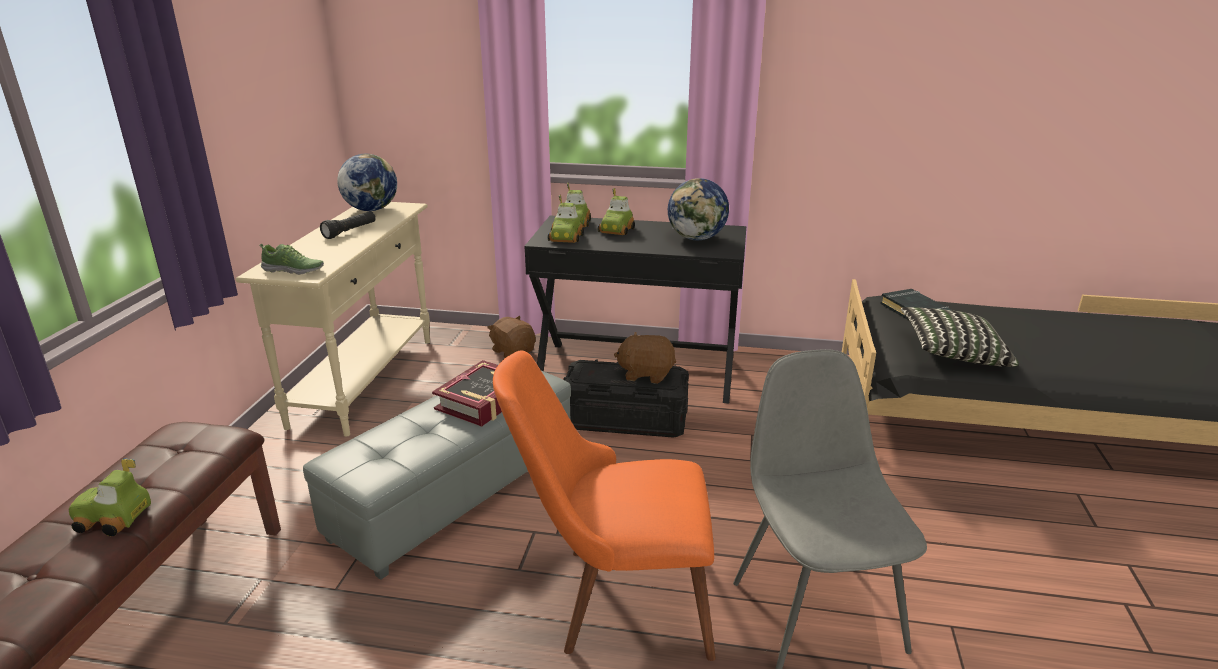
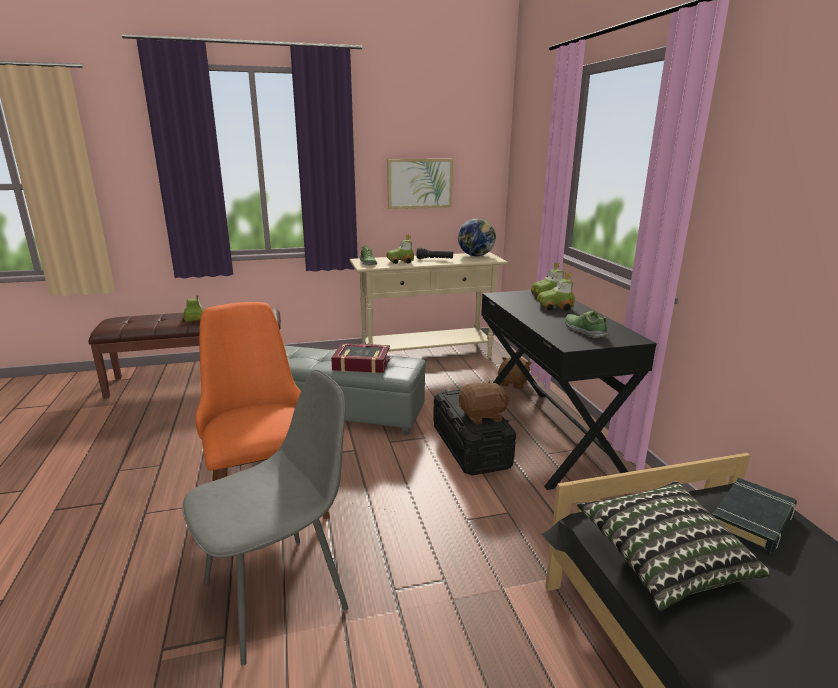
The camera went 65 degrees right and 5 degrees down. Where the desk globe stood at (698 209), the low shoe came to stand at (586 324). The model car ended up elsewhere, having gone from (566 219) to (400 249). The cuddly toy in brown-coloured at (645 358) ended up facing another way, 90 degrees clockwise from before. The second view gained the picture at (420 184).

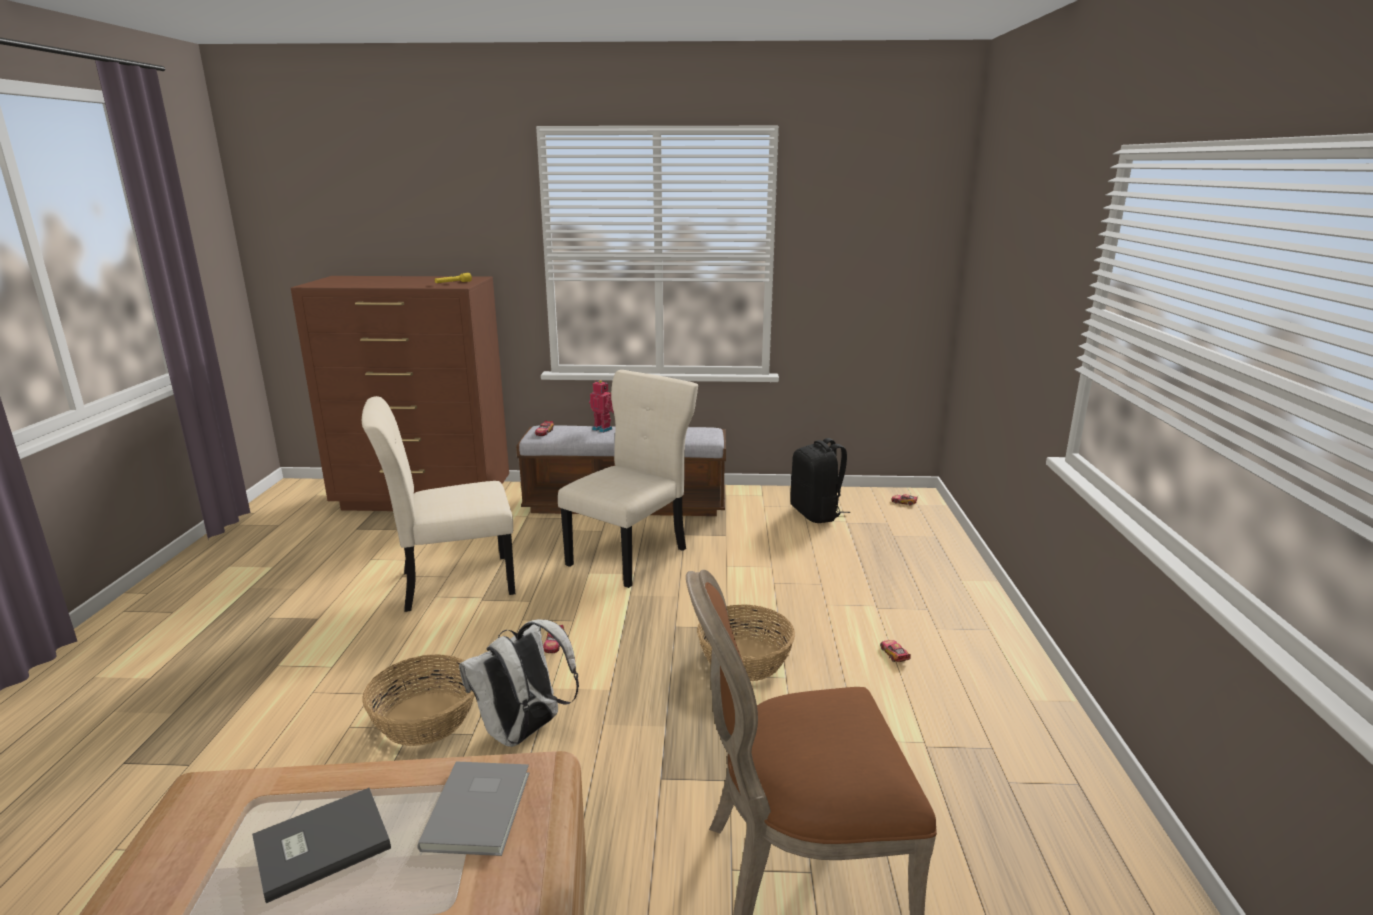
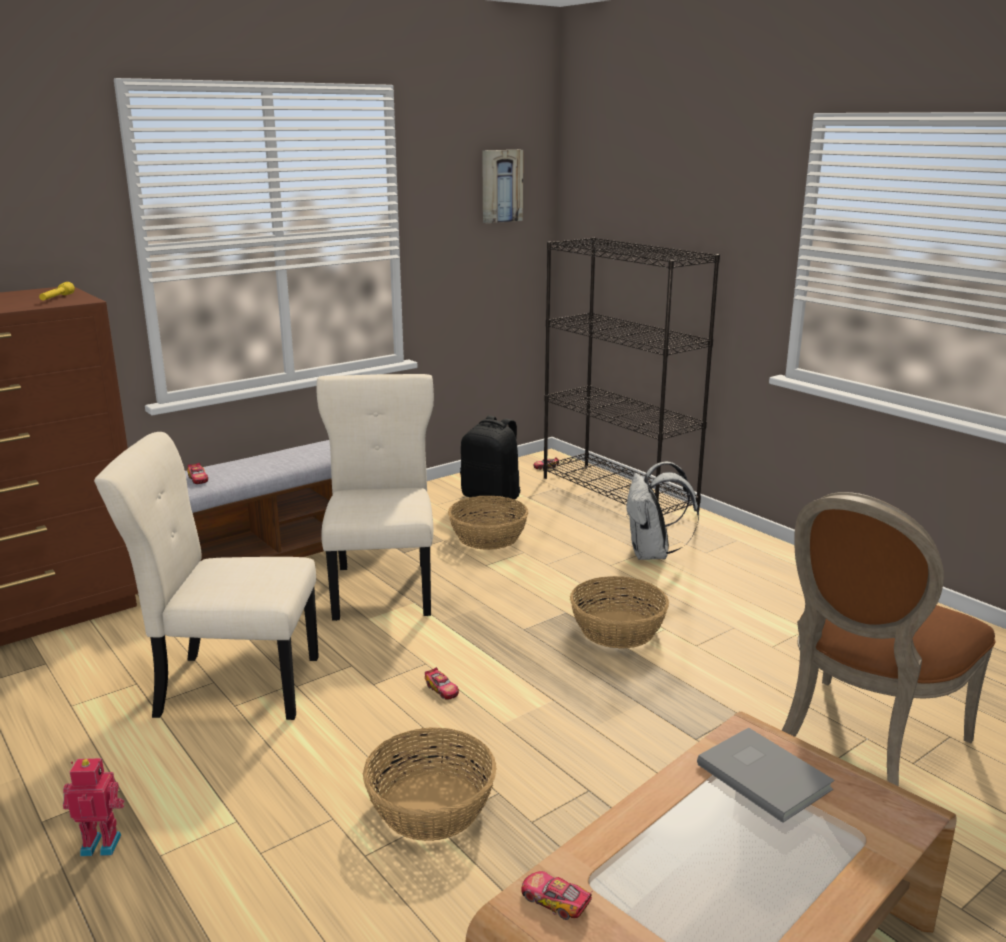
The camera went 40 degrees left and 0 degrees up. The robot figure ended up elsewhere, having gone from (601 406) to (94 807). The plain chair in beige at (438 504) ended up facing another way, 60 degrees clockwise from before. The backpack in white ended up elsewhere, having gone from (519 683) to (662 511). The model car ended up elsewhere, having gone from (895 651) to (556 895). The second view lost the book in greyish at (321 845). The second view gained the picture at (502 186). The second view gained the bookcase in black at (631 376). The second view gained the basket at (488 523).

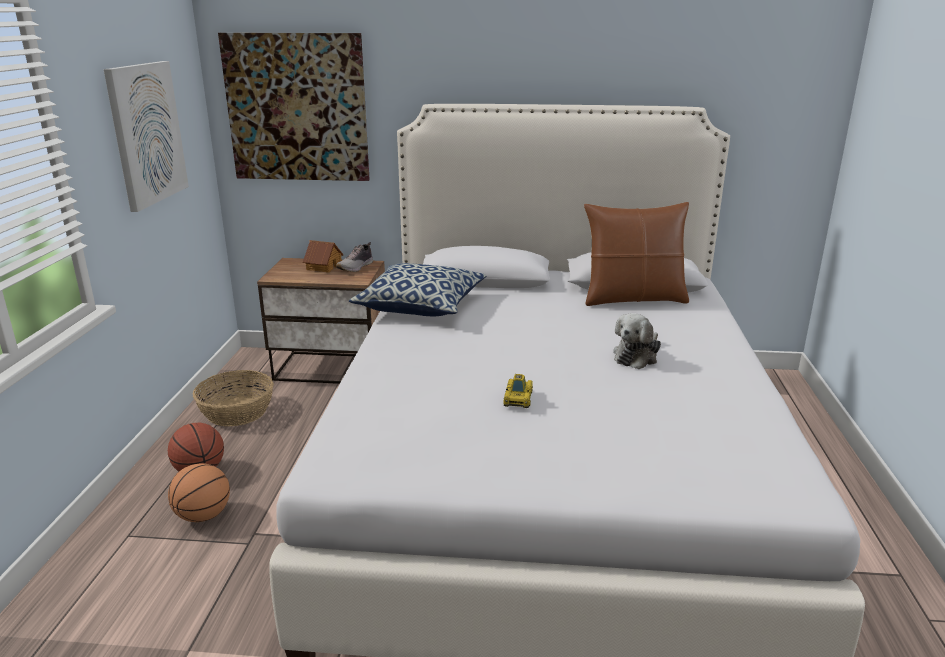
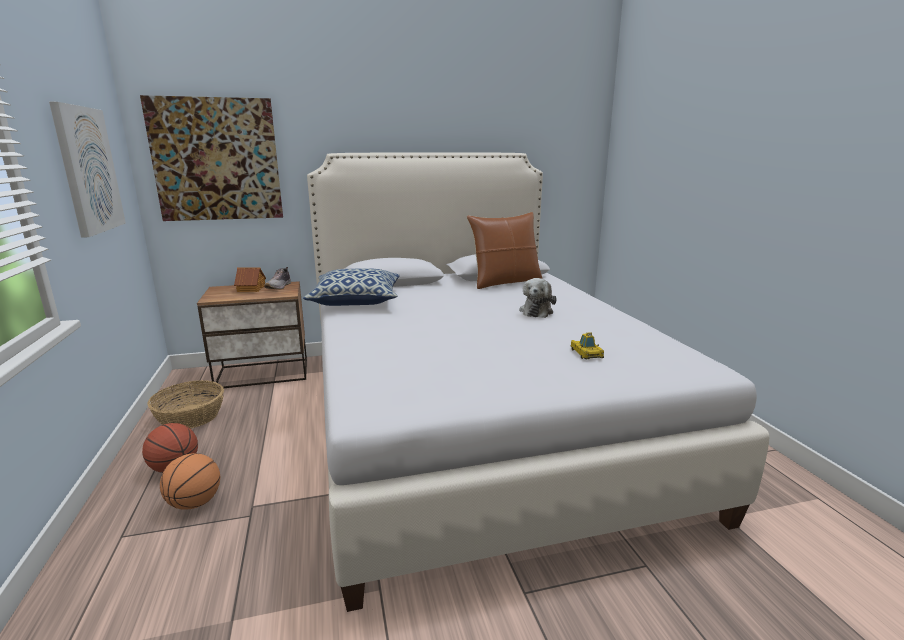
The camera went 20 degrees left and 5 degrees down. The model car ended up elsewhere, having gone from (518 391) to (587 345).

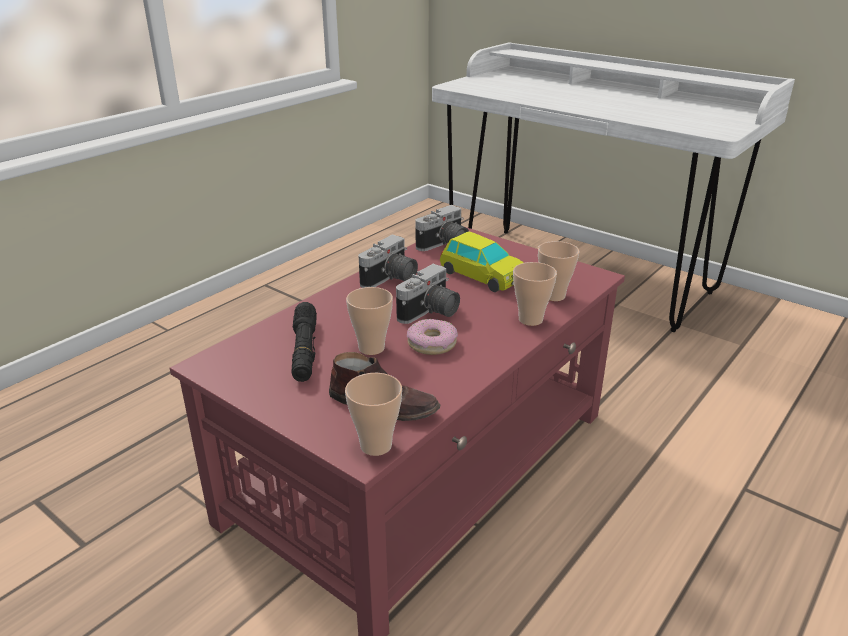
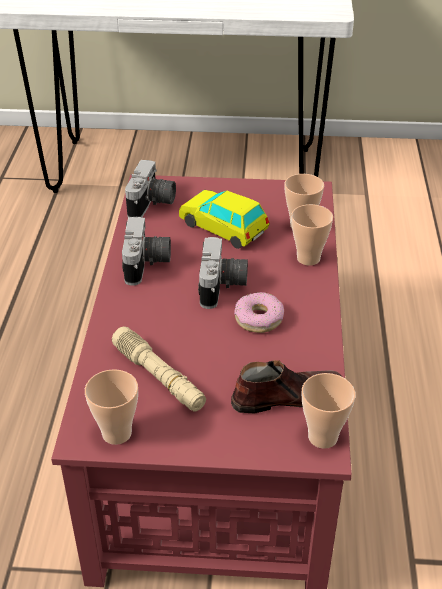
The camera went 35 degrees left and 10 degrees up. The model car at (482 262) ended up facing another way, 150 degrees counterclockwise from before. The cup ended up elsewhere, having gone from (369 321) to (111 407). What was the hand torch in black at (304 342) turned into the hand torch in beige at (159 369).

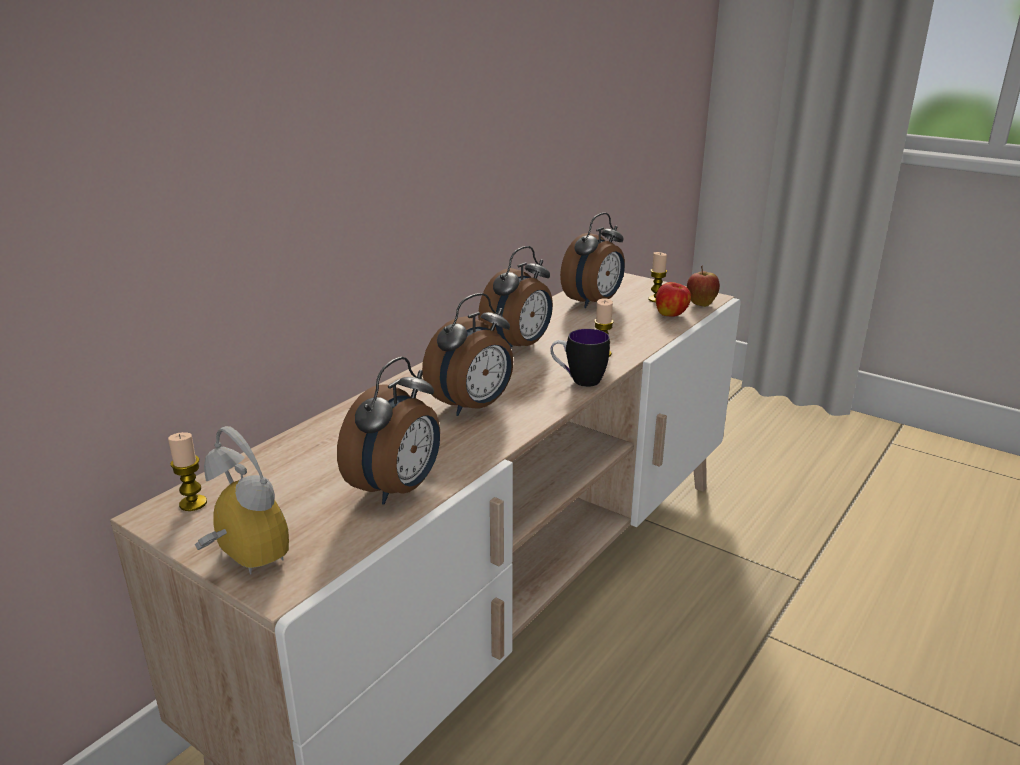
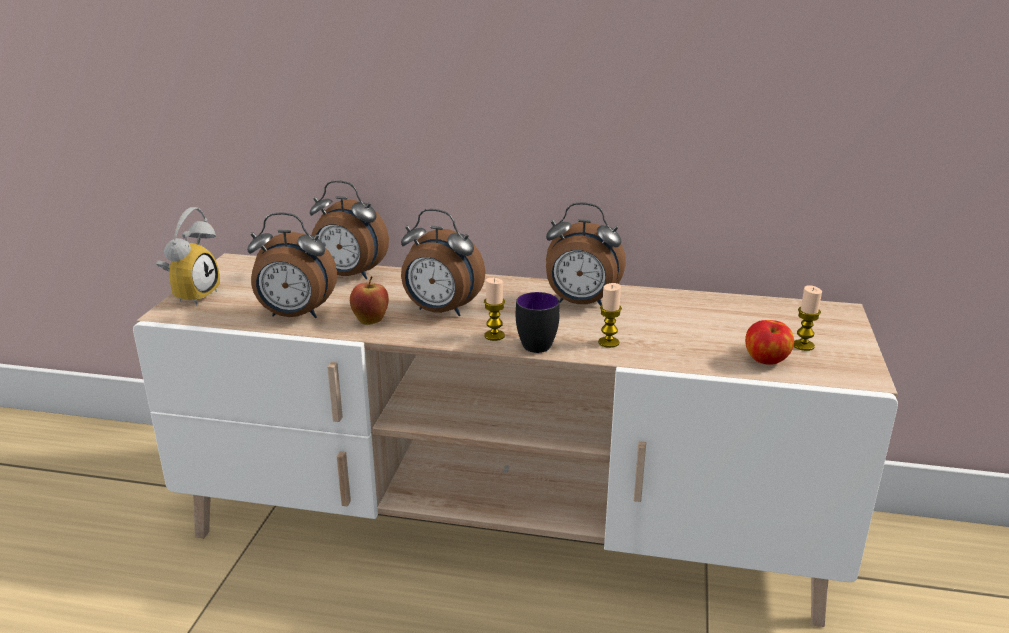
The camera went 65 degrees right and 0 degrees up. The alarm clock ended up elsewhere, having gone from (592 260) to (349 229). The whole apple ended up elsewhere, having gone from (703 286) to (369 300). The wax candle ended up elsewhere, having gone from (187 471) to (494 309).

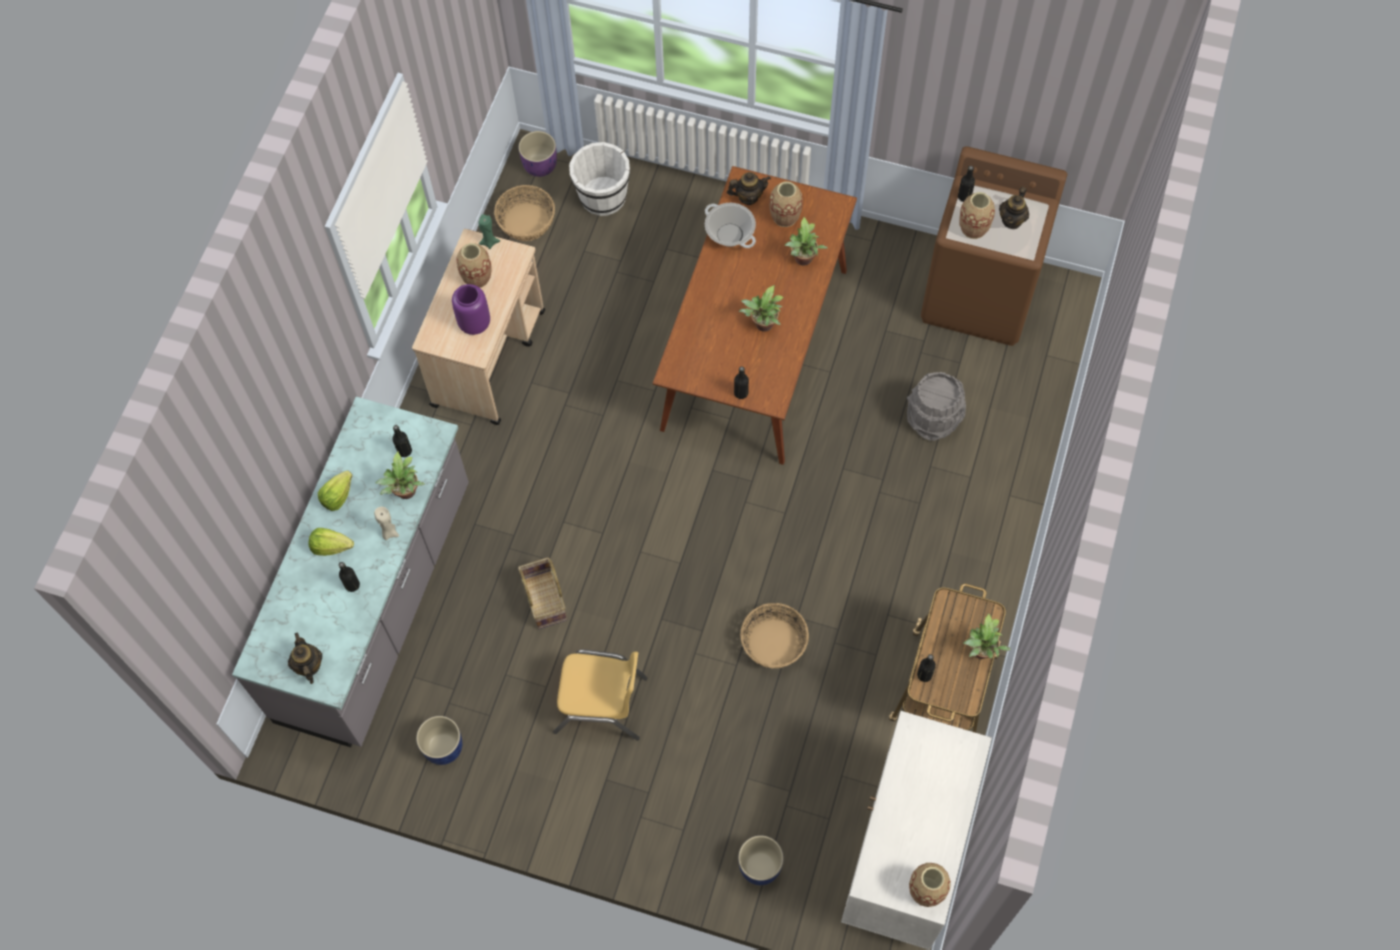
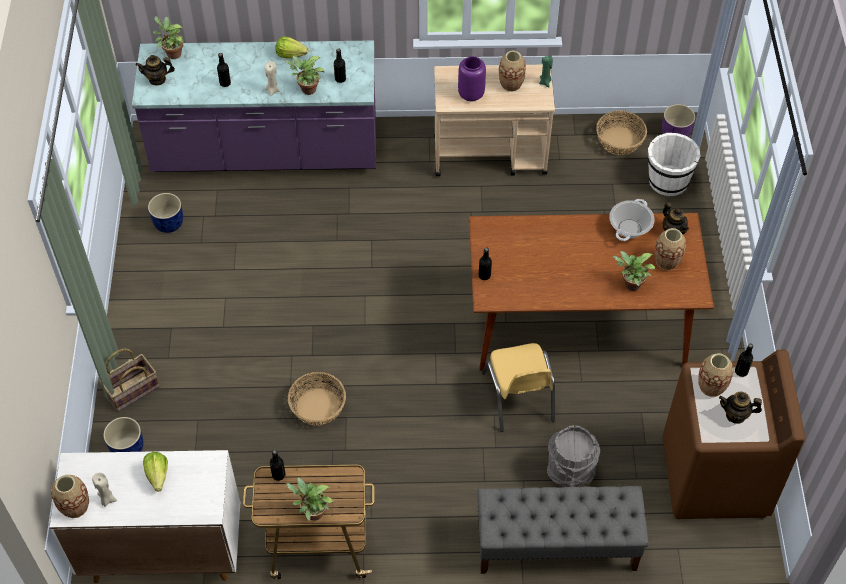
The camera went 70 degrees right and 10 degrees down. The plant in a pot ended up elsewhere, having gone from (761 308) to (168 37). What was the counter in greyish at (350 572) turned into the counter in purplish at (254 106). The lettuce ended up elsewhere, having gone from (331 542) to (155 472). The basket ended up elsewhere, having gone from (542 593) to (129 380). The tea pot at (305 658) ended up facing another way, 150 degrees counterclockwise from before. The plain chair in yellow ended up elsewhere, having gone from (600 694) to (518 387). The second view gained the wax candle in beige at (104 489). The second view gained the indoor bench in greyish at (563 530).

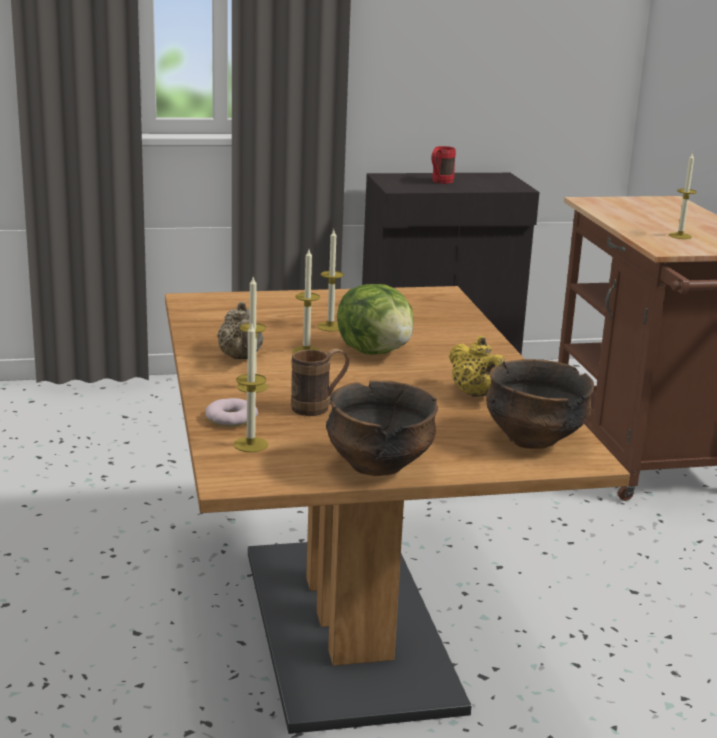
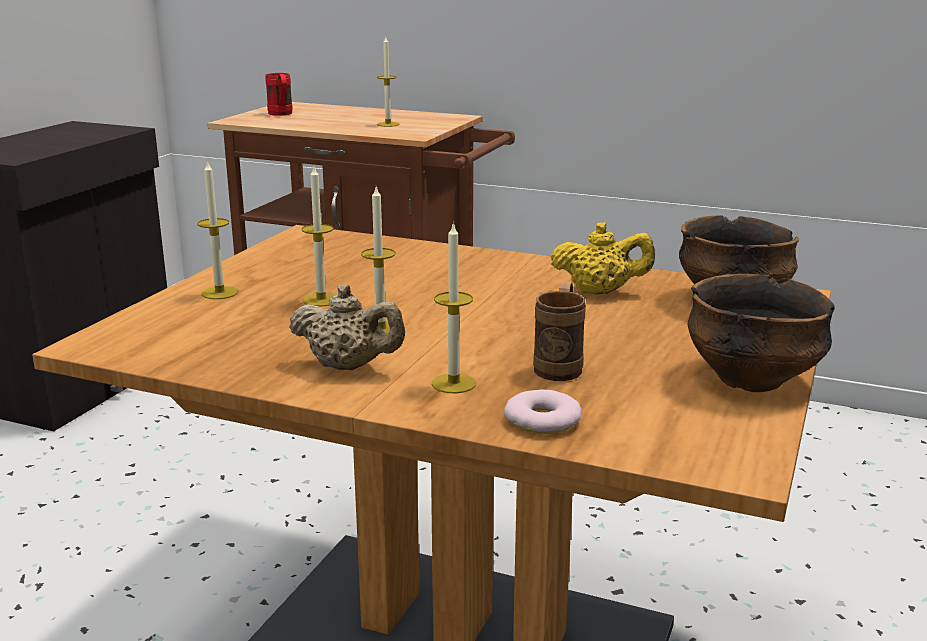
The camera went 55 degrees left and 0 degrees up. The coffee mug in reddish ended up elsewhere, having gone from (444 165) to (279 94). The second view lost the lettuce at (375 319). The wax candle ended up elsewhere, having gone from (251 387) to (217 229).

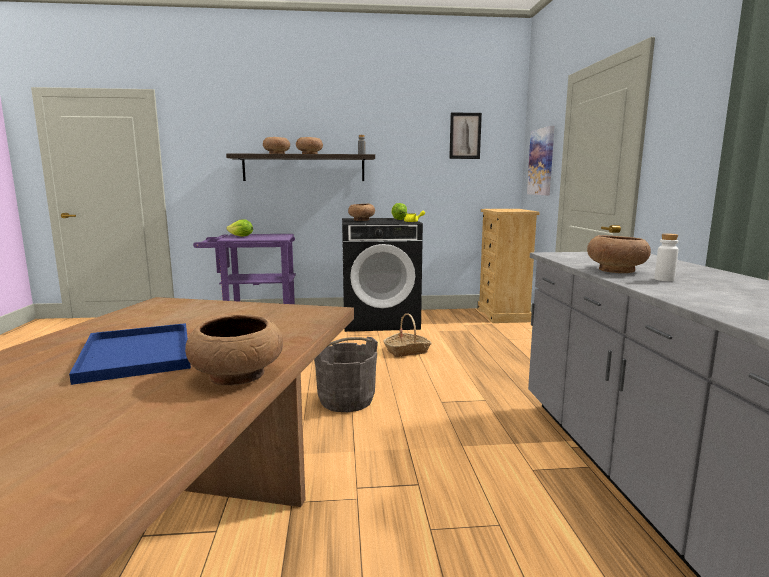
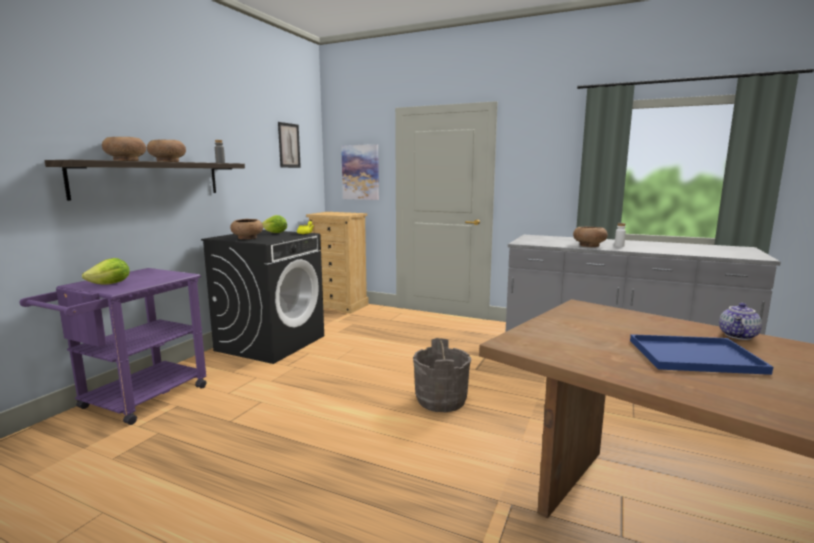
The camera went 60 degrees left and 0 degrees up. The second view lost the basket at (407 335). Where the deep dish in brown-coloured stood at (234 350), the tea pot came to stand at (740 321).

